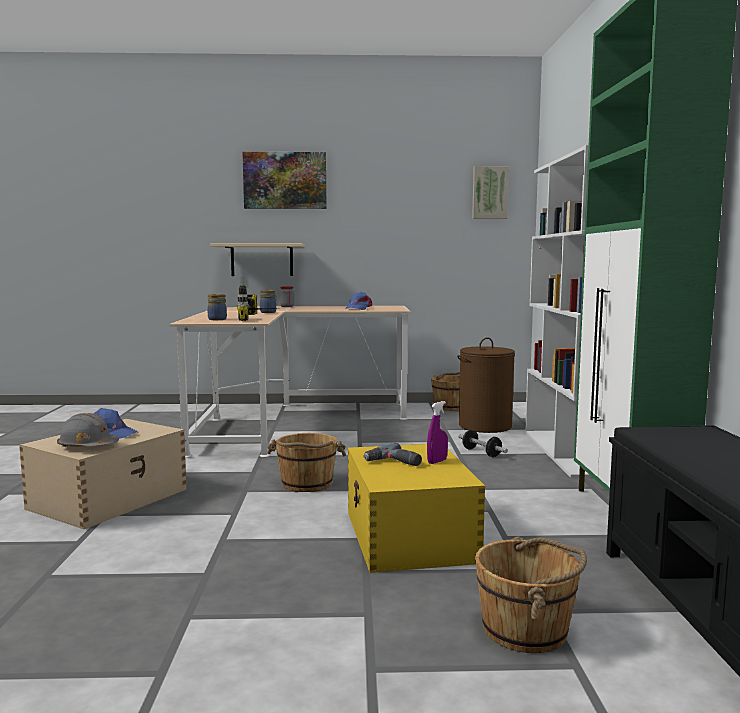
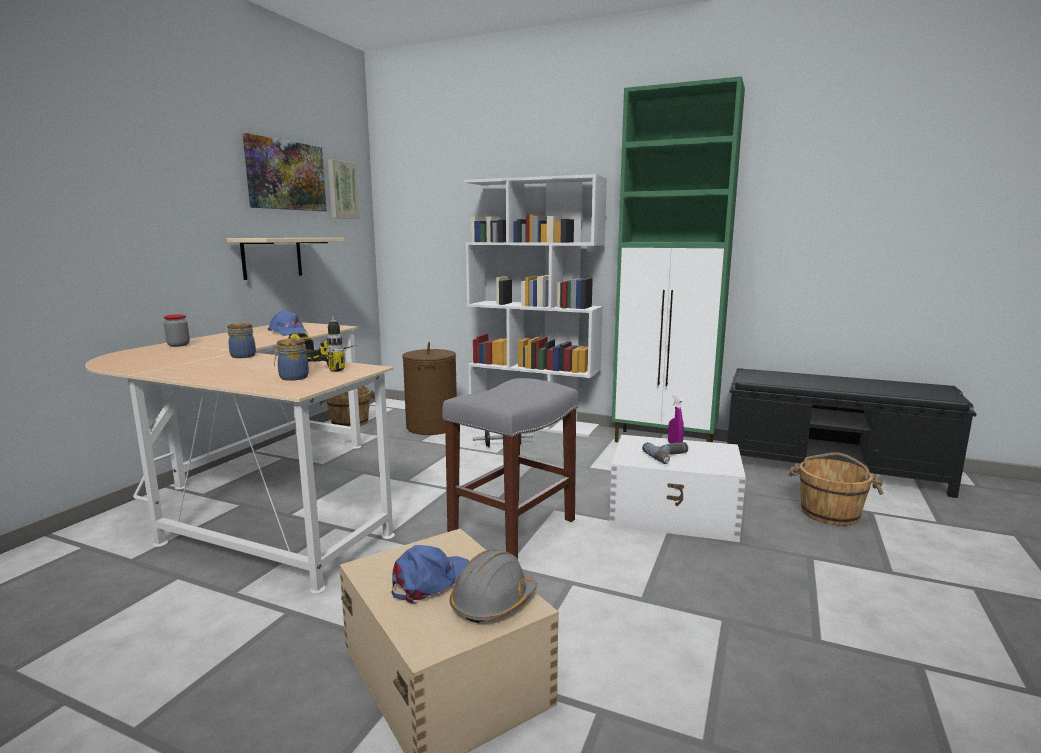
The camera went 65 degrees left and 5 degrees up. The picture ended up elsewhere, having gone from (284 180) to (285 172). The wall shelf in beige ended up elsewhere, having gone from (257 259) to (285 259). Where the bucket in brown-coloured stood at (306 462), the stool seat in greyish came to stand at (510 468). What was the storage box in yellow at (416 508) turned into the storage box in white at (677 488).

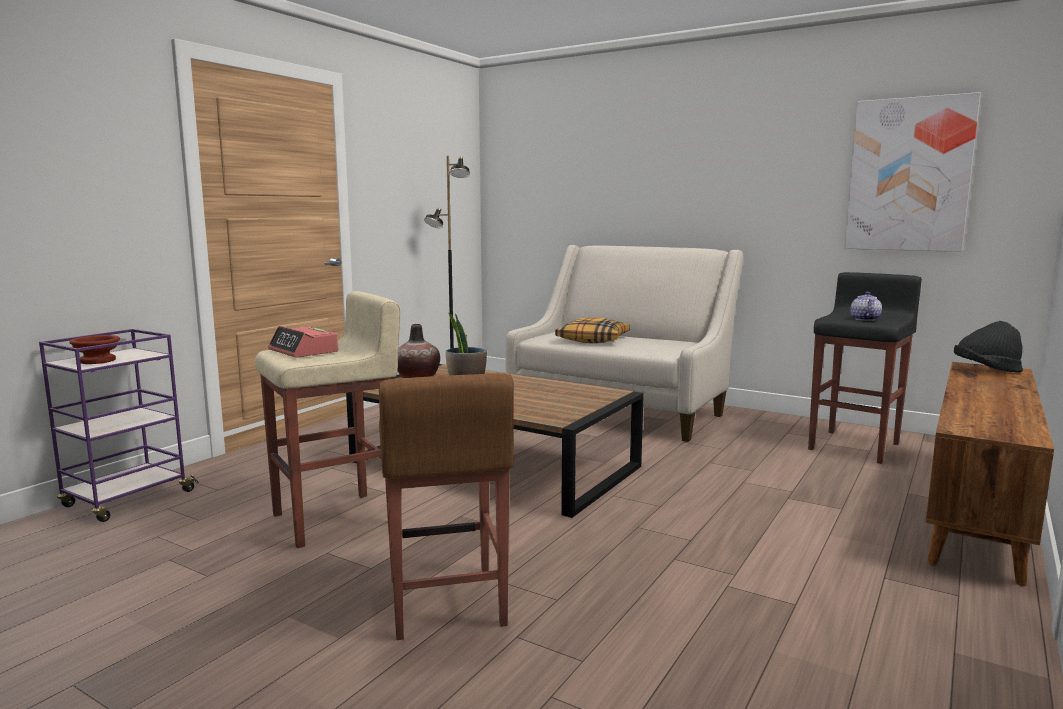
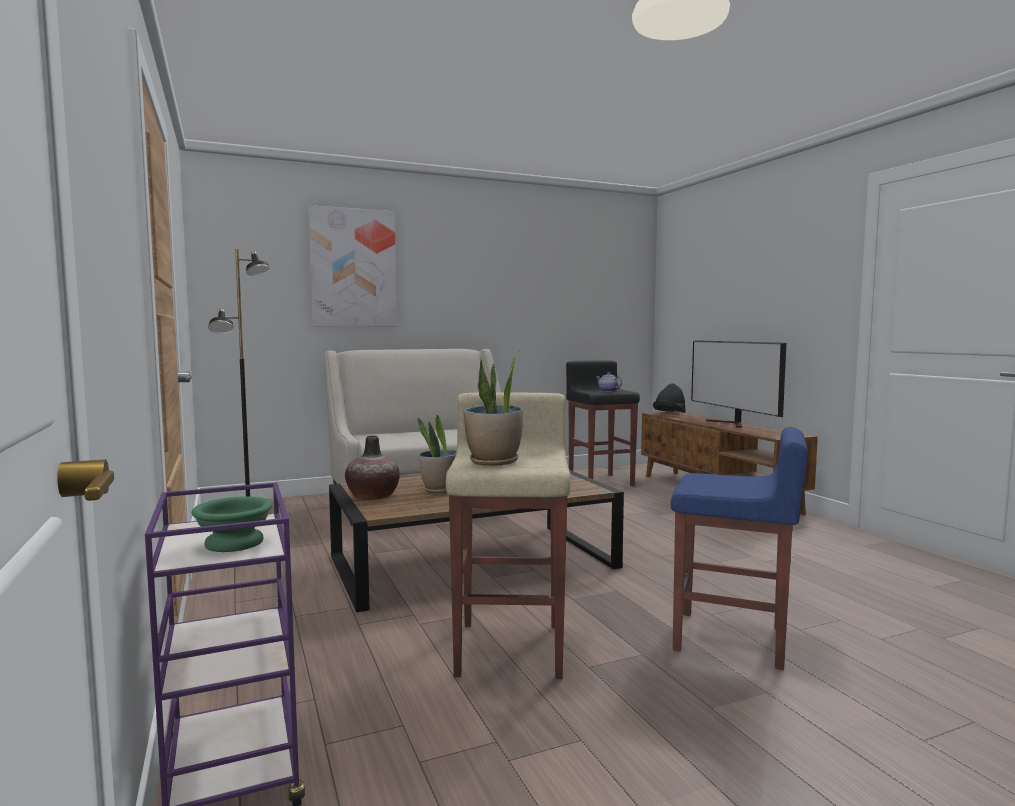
The camera went 55 degrees left and 5 degrees down. The picture ended up elsewhere, having gone from (912 172) to (352 266). The second view lost the throw pillow at (592 330). Where the alarm clock stood at (303 342), the plant in a pot came to stand at (493 408). What was the deep dish in brown-coloured at (94 349) turned into the deep dish in green-coloured at (232 524). What was the stool seat in brown-coloured at (446 506) turned into the stool seat in blue-coloured at (739 548). The second view gained the television at (739 384).

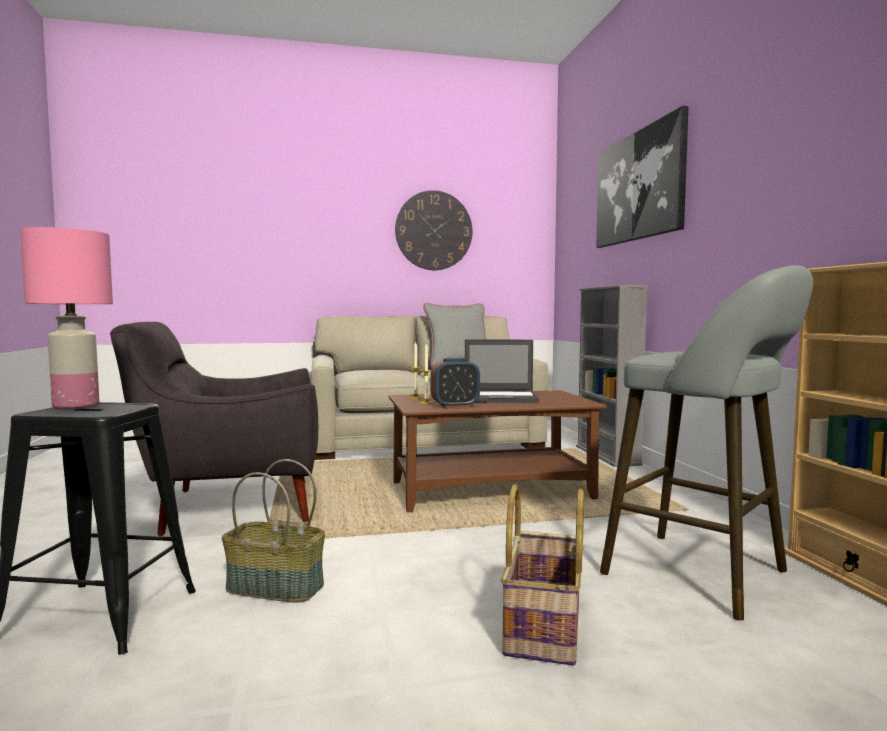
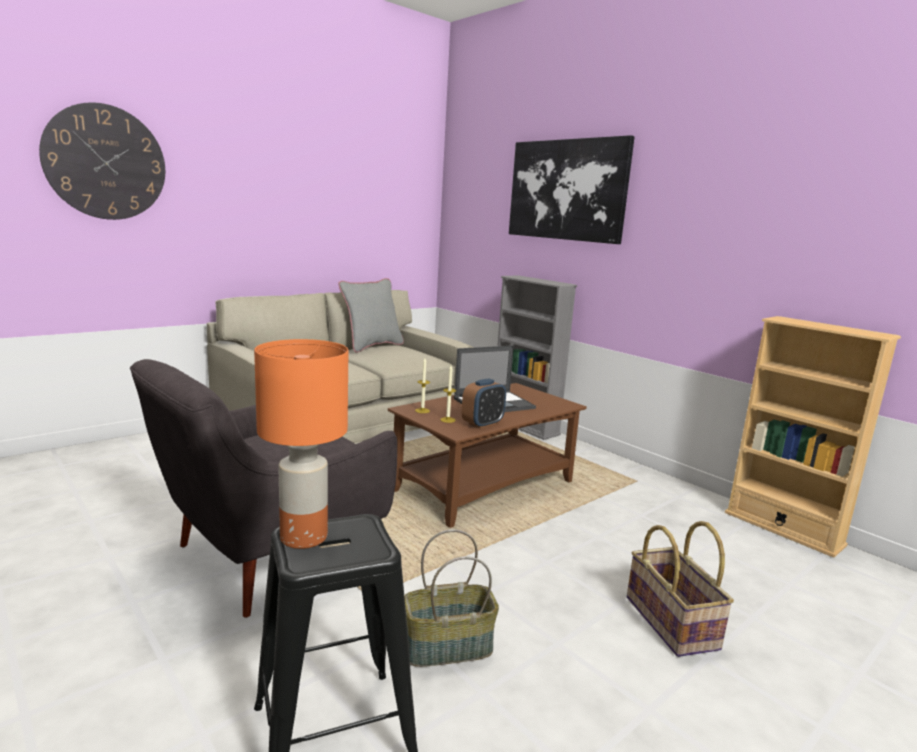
The camera went 30 degrees left and 10 degrees up. The hanging clock ended up elsewhere, having gone from (433 230) to (102 161). What was the lamp for a table in pink-coloured at (66 317) turned into the lamp for a table in orangey at (301 444). The second view lost the stool seat in greyish at (706 443).

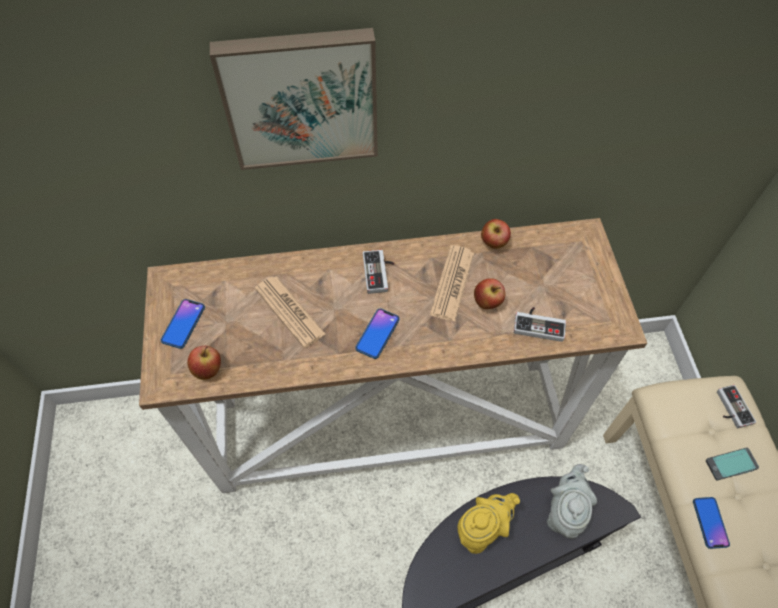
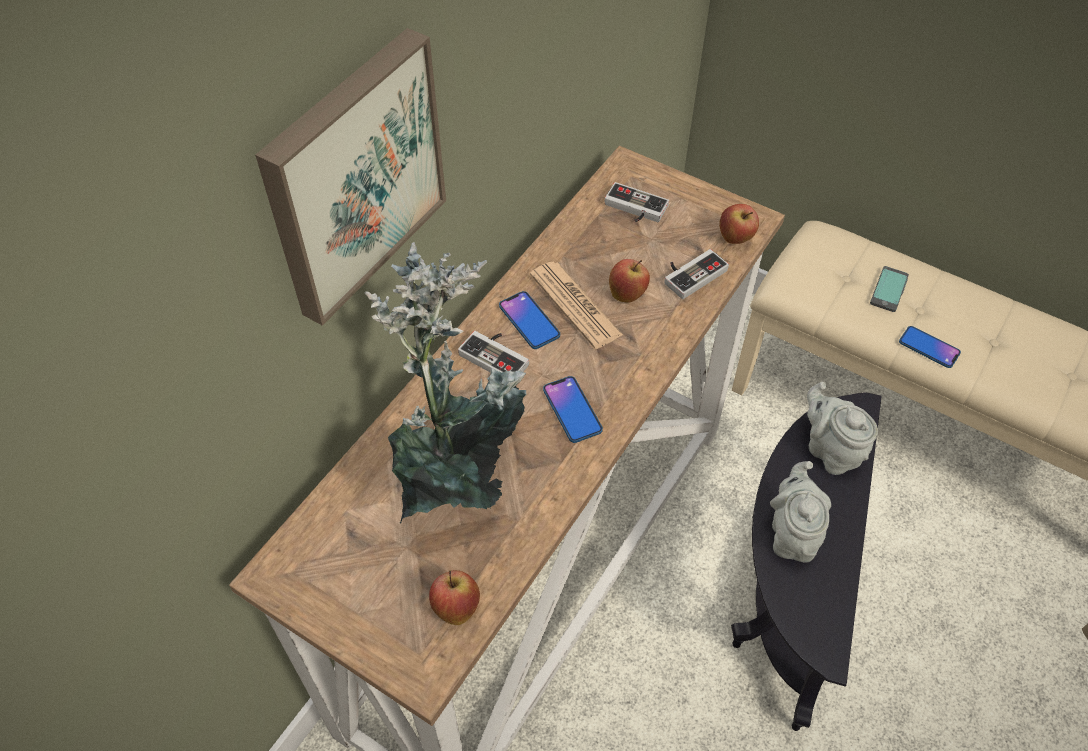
The camera went 50 degrees left and 5 degrees down. The whole apple ended up elsewhere, having gone from (496 234) to (739 224). Where the printed paper stood at (290 312), the plant in a pot came to stand at (445 382). The handset ended up elsewhere, having gone from (183 324) to (529 320). The gamepad ended up elsewhere, having gone from (736 406) to (637 202). What was the tea pot in yellow at (488 523) turned into the tea pot in greyish at (800 511).

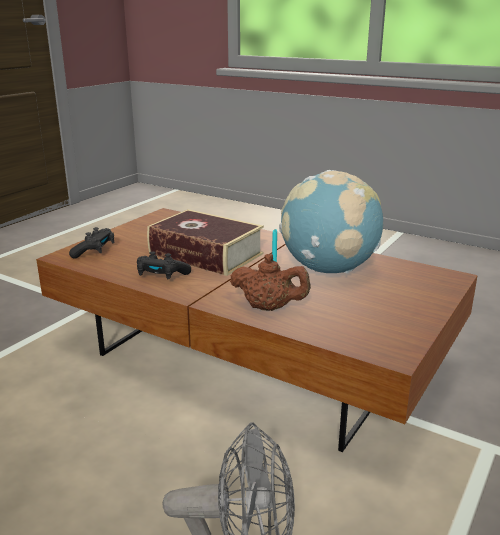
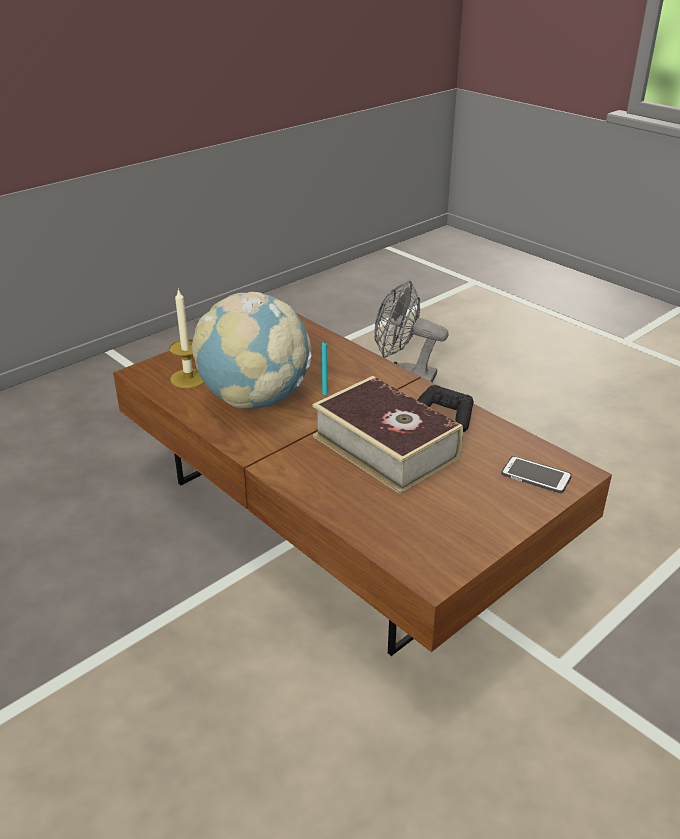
The camera went 165 degrees left and 10 degrees up. Where the gamepad in black stood at (91 242), the handset came to stand at (536 474). The second view lost the tea pot in brown-coloured at (270 282). The second view gained the wax candle at (186 338).

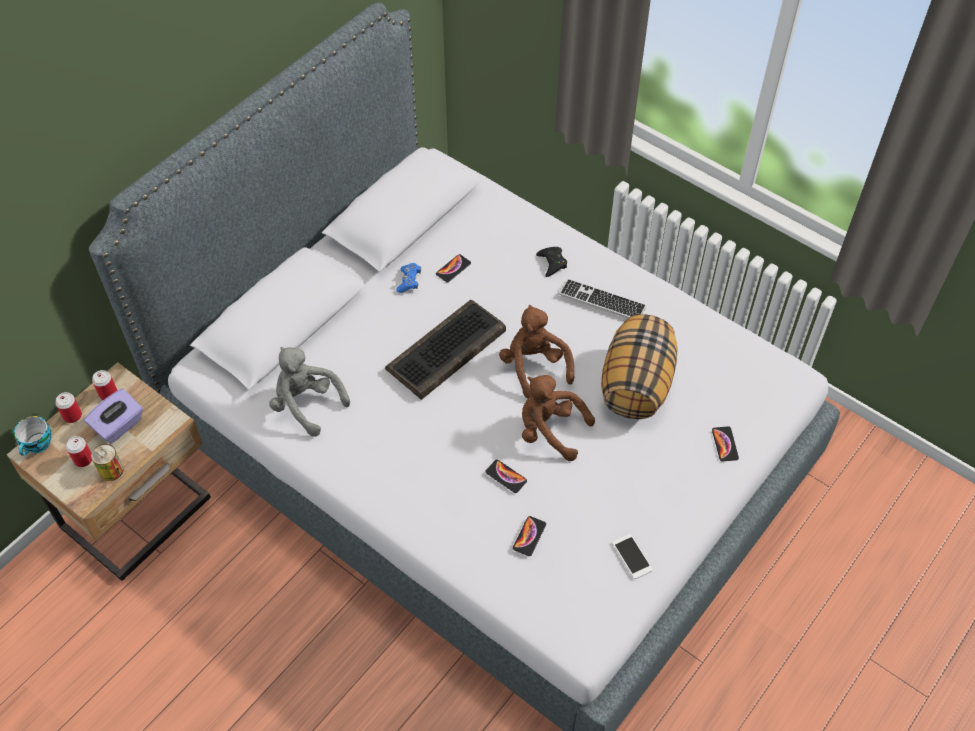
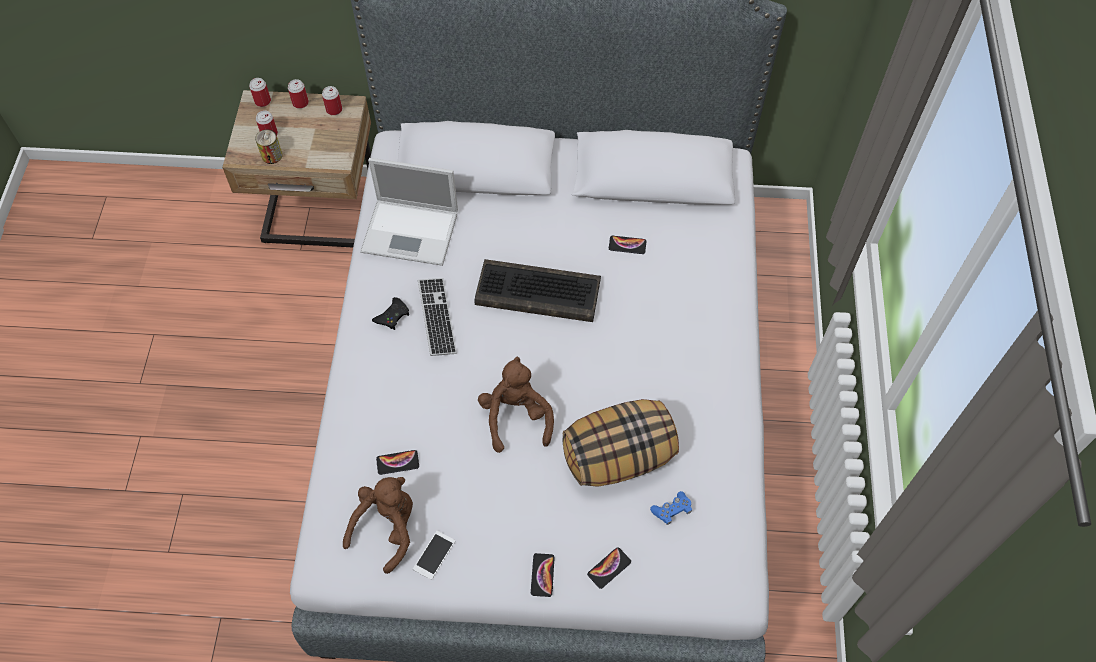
The camera went 55 degrees right and 5 degrees up. The gamepad in black ended up elsewhere, having gone from (551 262) to (390 313). The gamepad in blue-coloured ended up elsewhere, having gone from (408 278) to (671 508). The keyboard ended up elsewhere, having gone from (602 298) to (437 317). The cuddly toy in brown-coloured ended up elsewhere, having gone from (536 351) to (378 525). Where the cuddly toy in greyish stood at (309 392), the portable computer came to stand at (409 212). The second view lost the tissue box in purplish at (113 416). Where the cup stood at (33 436), the sealed can came to stand at (260 92). The handset ended up elsewhere, having gone from (506 476) to (543 575).

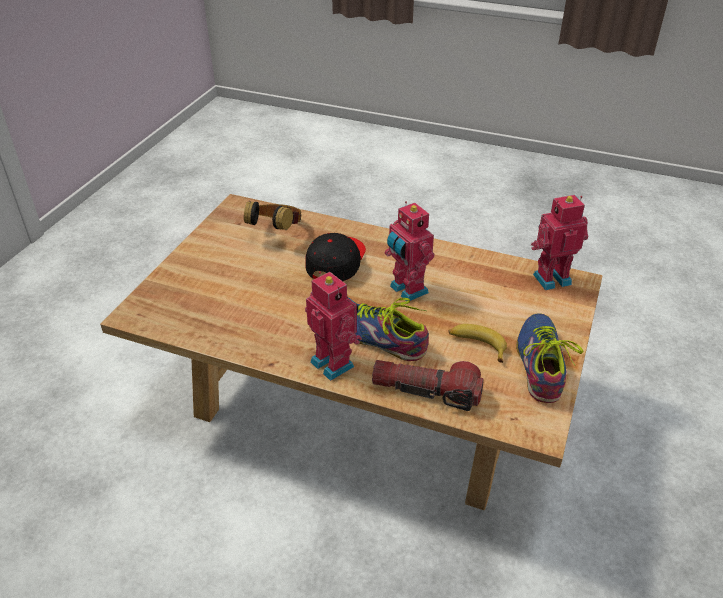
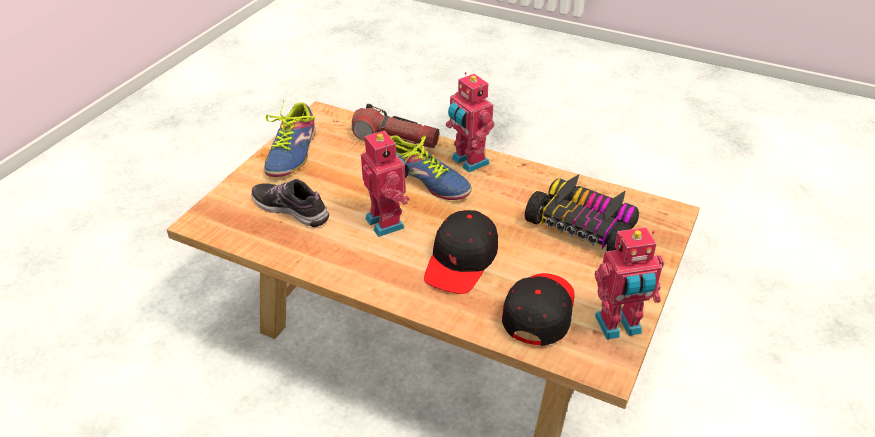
The camera went 175 degrees left and 0 degrees up. The robot figure ended up elsewhere, having gone from (559 242) to (629 283). Where the headphones stood at (272 215), the peaked cap in black came to stand at (538 309). The second view lost the banana at (478 343). The second view gained the model car at (582 212). The second view gained the low shoe at (290 203).

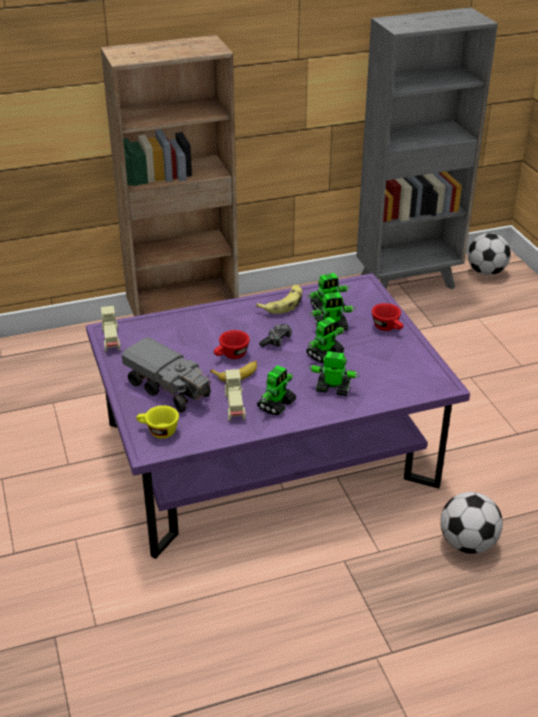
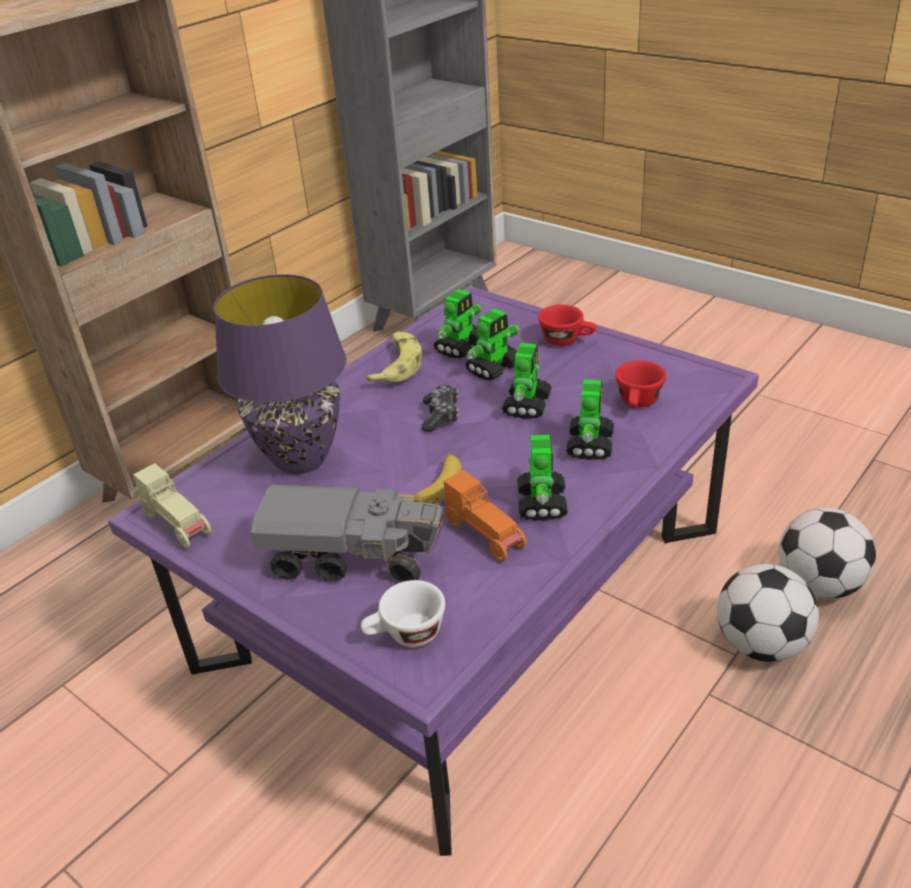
The camera went 30 degrees left and 0 degrees up. The ball for football ended up elsewhere, having gone from (489 254) to (768 613). The cup in reddish ended up elsewhere, having gone from (232 344) to (640 384). The robot figure at (334 373) ended up facing another way, 120 degrees clockwise from before. What was the model car in beige at (235 395) turned into the model car in orangey at (485 516). What was the cup in yellow at (157 422) turned into the cup in white at (403 613). The second view gained the lamp for a table in purplish at (280 374).

